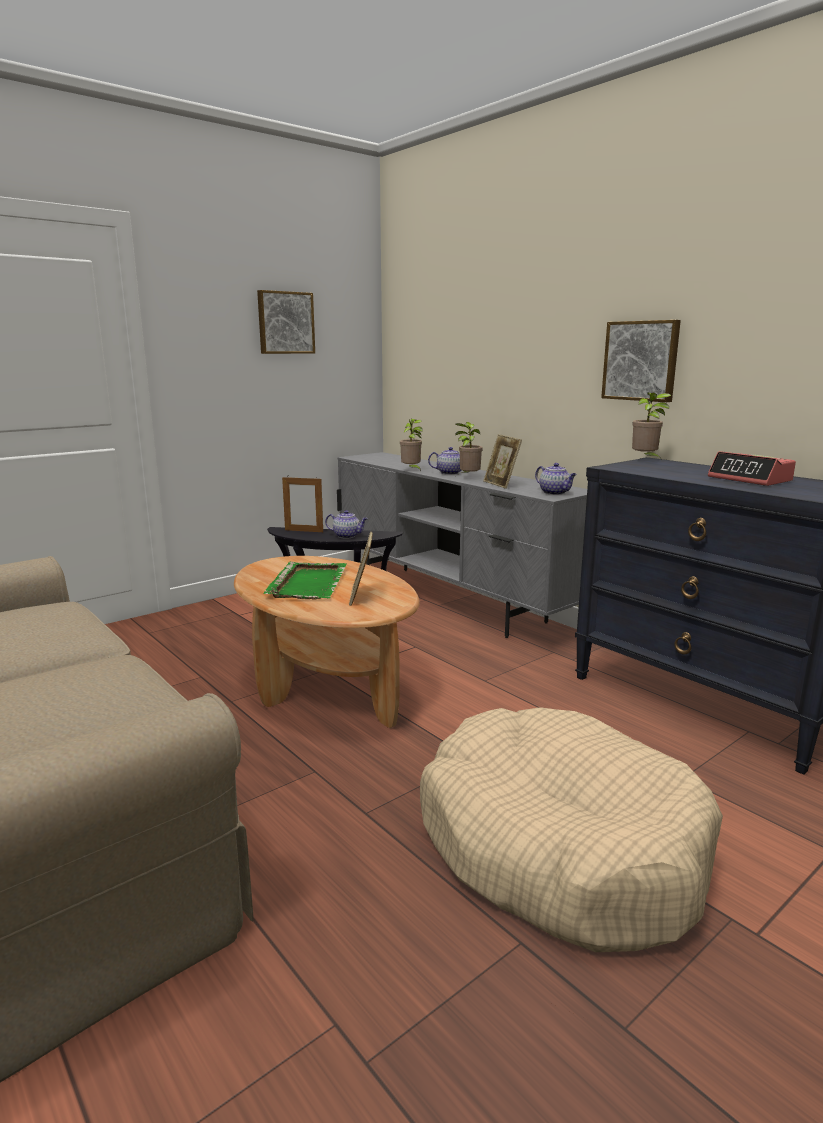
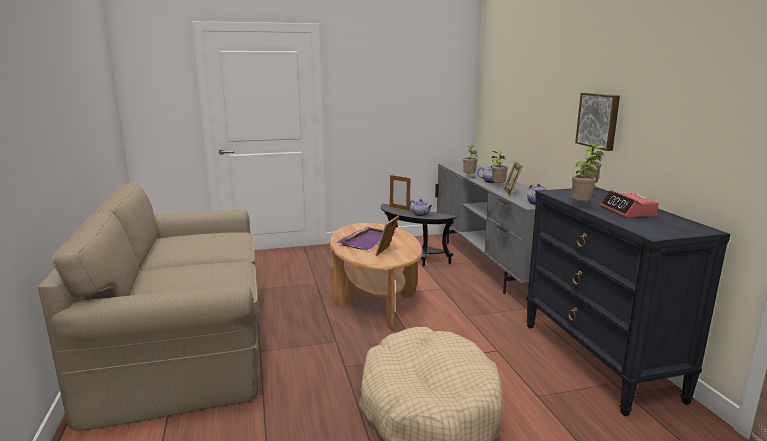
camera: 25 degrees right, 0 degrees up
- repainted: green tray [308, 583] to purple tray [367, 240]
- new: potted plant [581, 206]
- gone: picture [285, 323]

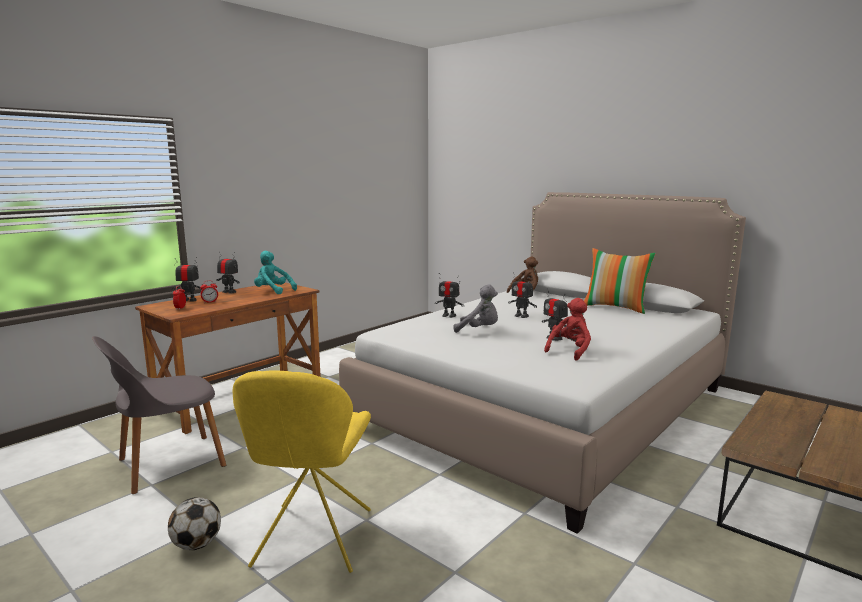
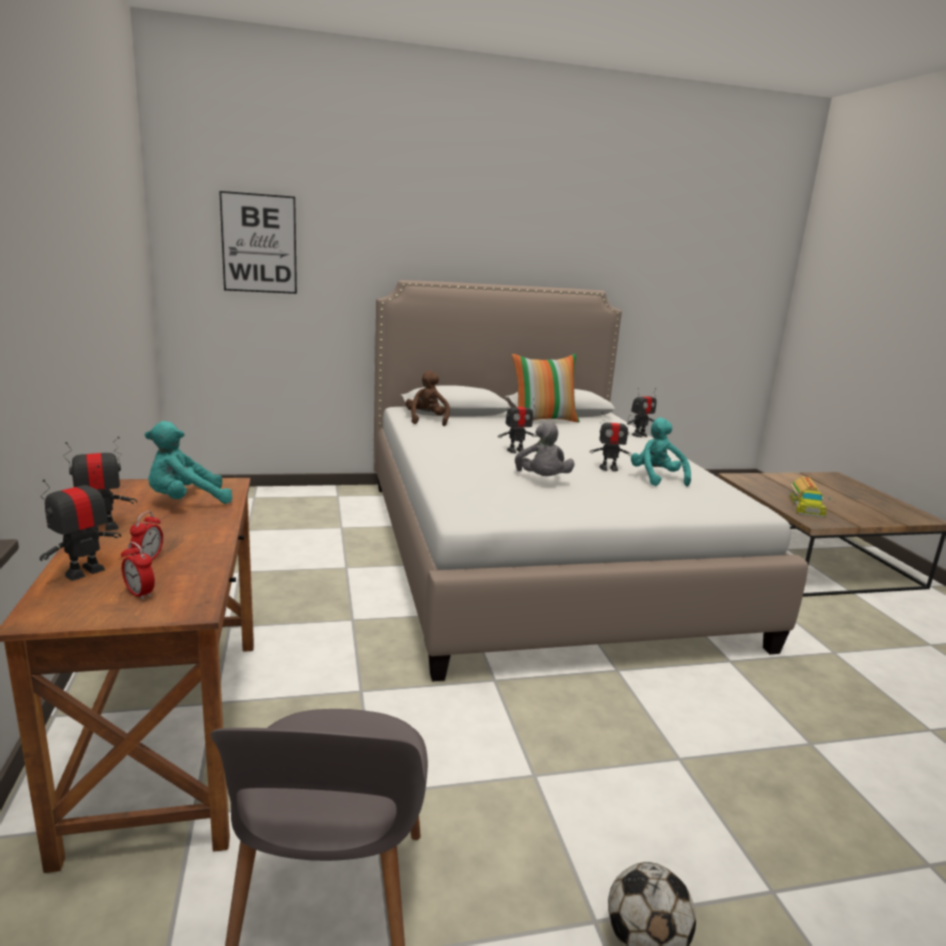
camera: 55 degrees left, 5 degrees up
- new: picture [259, 243]
- rotated: grey plush toy [479, 330] = [542, 480] 120 degrees clockwise
- shifted: toy robot [449, 315] to [639, 435]
- repainted: red plush toy [570, 351] to turquoise plush toy [656, 478]
- new: toy truck [804, 506]
- gone: yellow chair [312, 540]

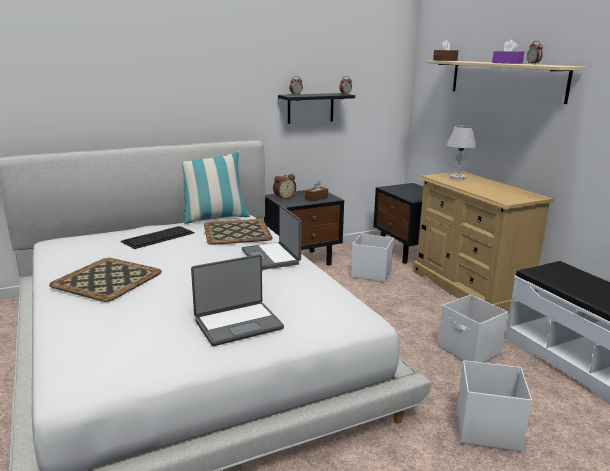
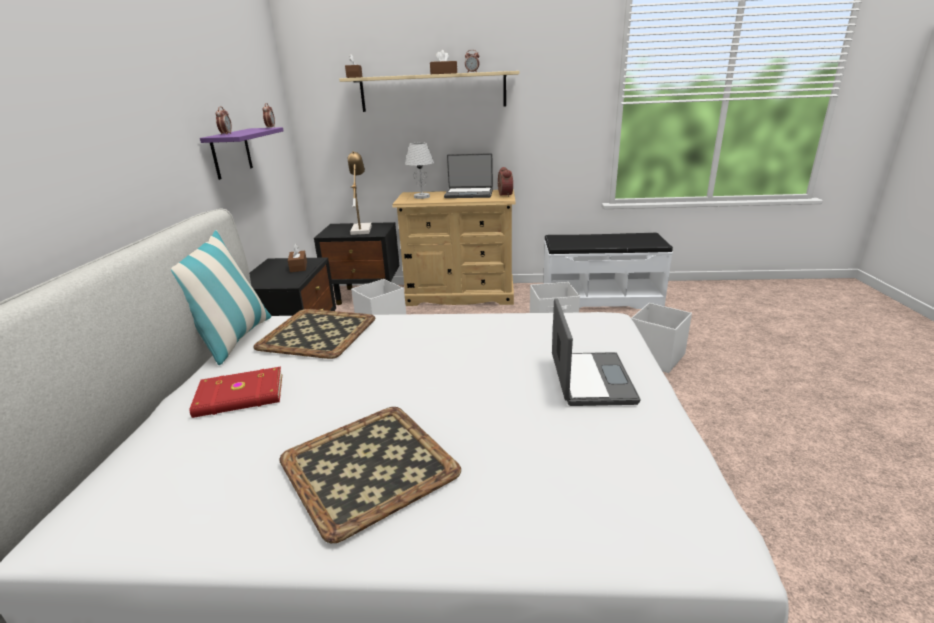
camera: 60 degrees left, 5 degrees up
- swapped: keyboard [158, 237] to red book [240, 396]
- repainted: black shelf [310, 108] to purple shelf [231, 153]
- new: table lamp [361, 229]
- repainted: purple tissue box [507, 63] to brown tissue box [443, 73]
- shifted: laptop [271, 257] to [469, 194]
- shifted: alarm clock [283, 197] to [503, 195]

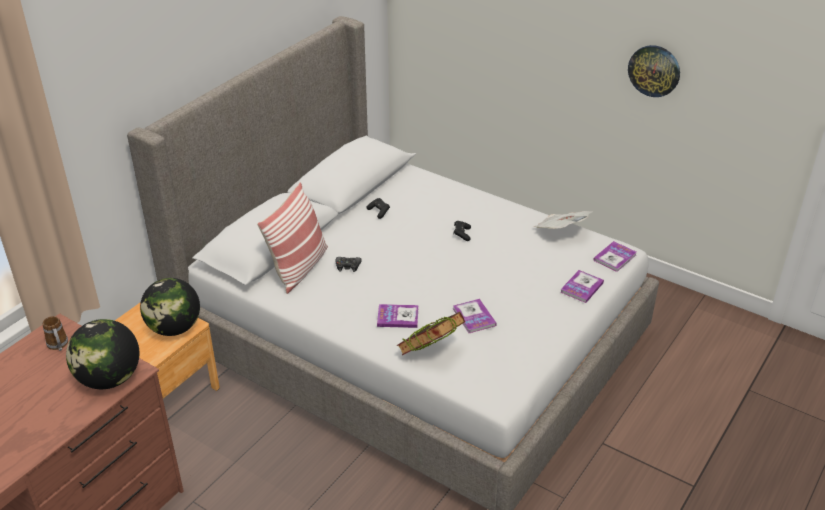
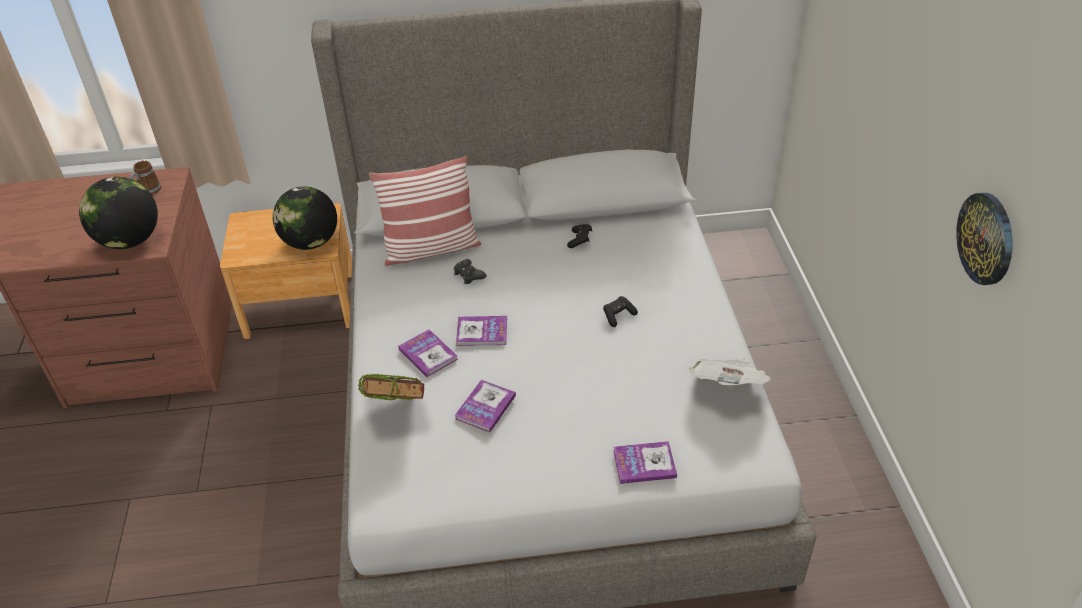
camera: 50 degrees right, 5 degrees up
- shifted: book [615, 257] to [482, 332]

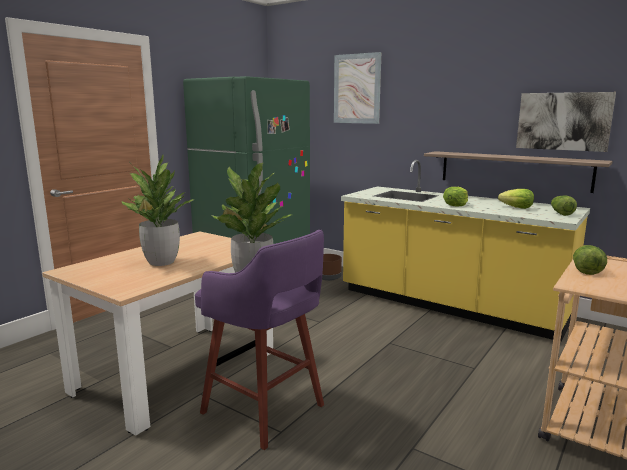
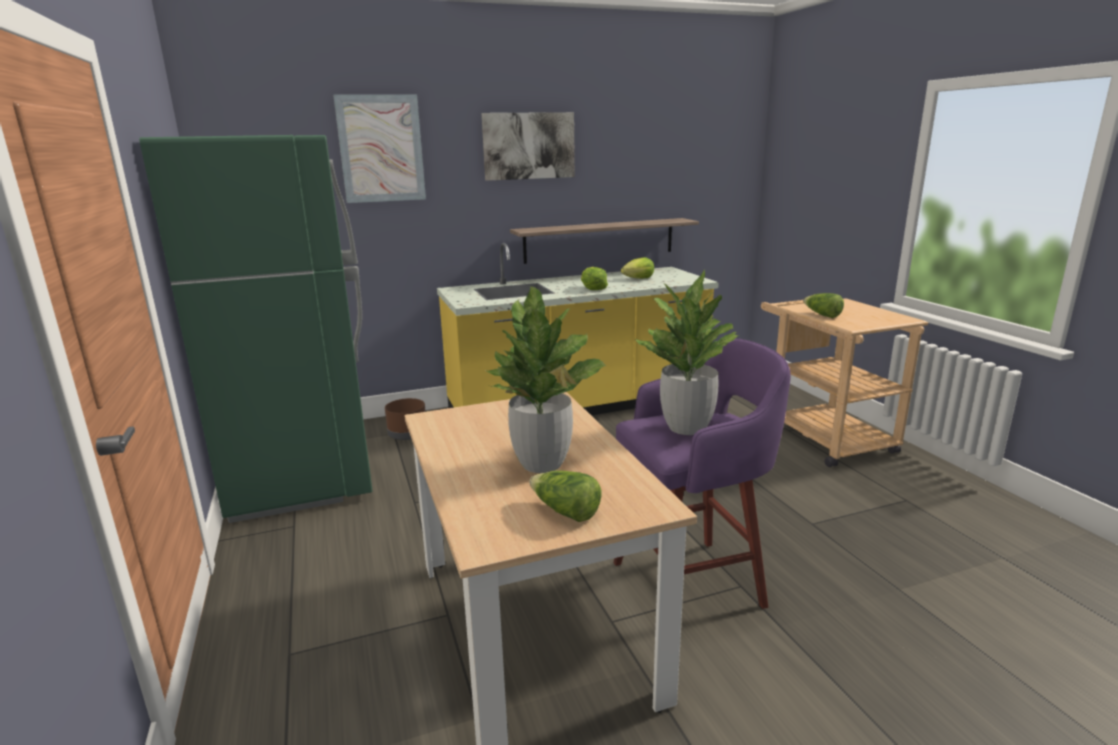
camera: 55 degrees left, 5 degrees up
- shifted: picture [563, 121] to [528, 146]
- shifted: lettuce [560, 213] to [565, 512]

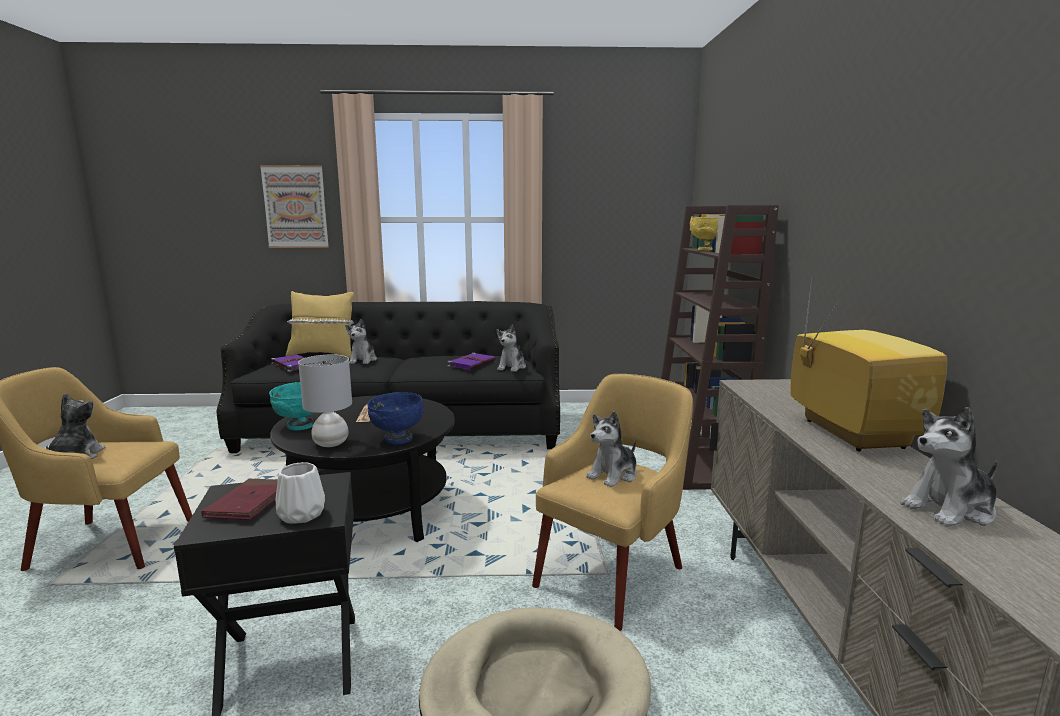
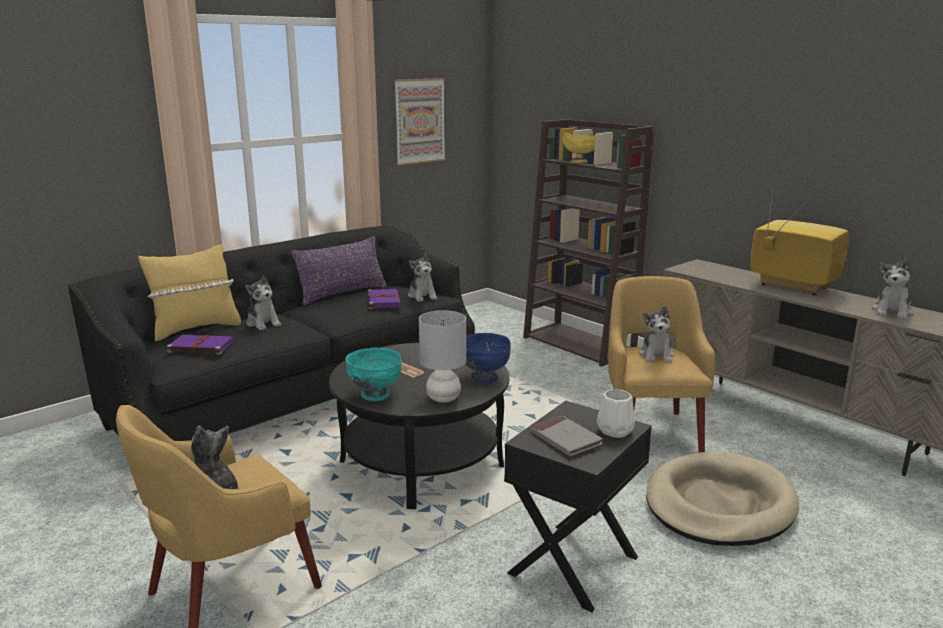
camera: 40 degrees left, 5 degrees up
- new: purple pillow [342, 294]
- shifted: picture [295, 207] to [419, 121]
- repainted: red book [250, 503] to grey book [565, 439]

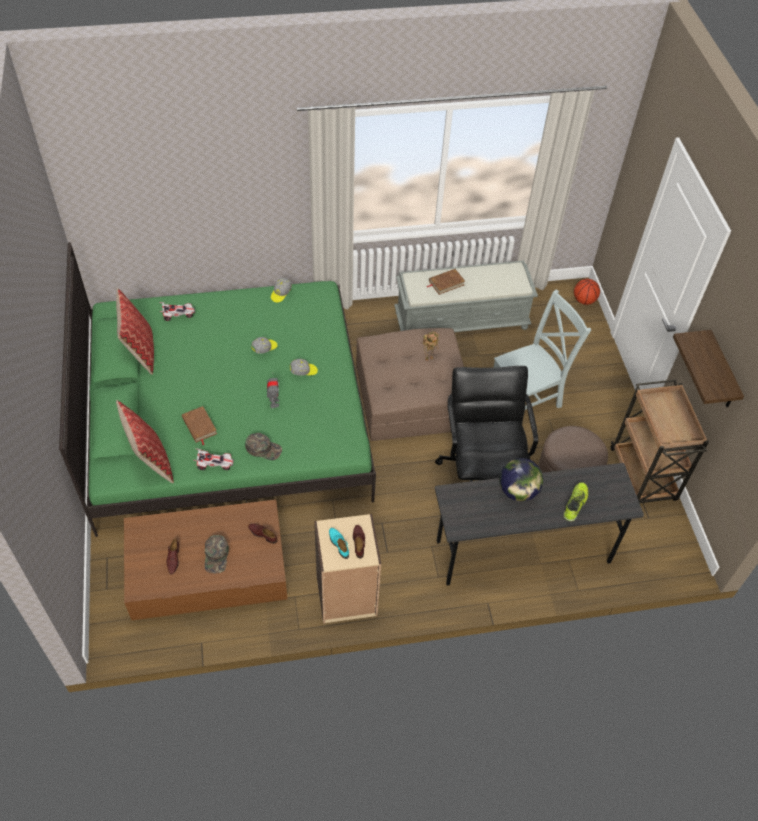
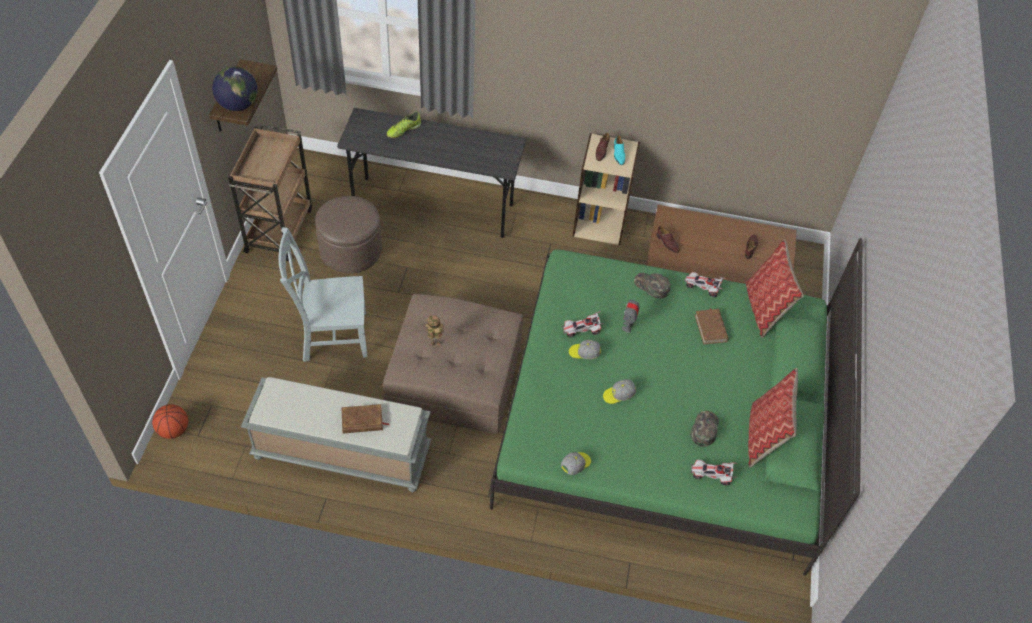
camera: 160 degrees left, 0 degrees up
- shifted: globe [518, 491] to [238, 105]
- new: toy car [581, 330]
- shifted: green cap [216, 556] to [704, 429]
- gone: black office chair [481, 471]

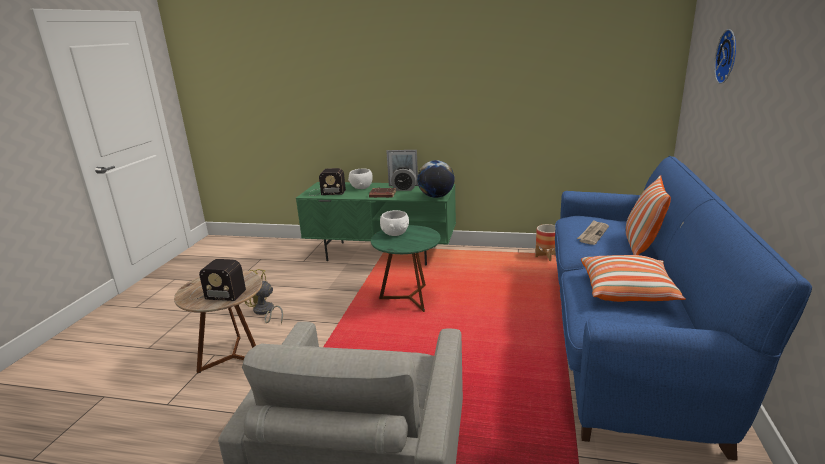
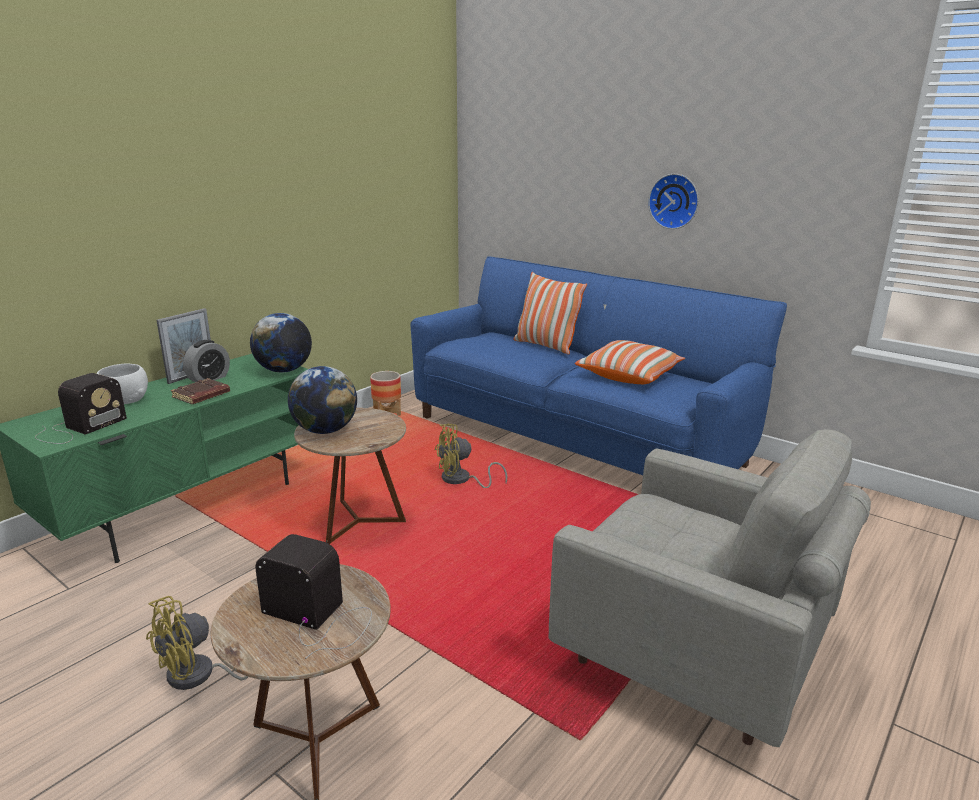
camera: 65 degrees left, 0 degrees up
- rotated: radio [216, 292] = [320, 617] 105 degrees counterclockwise
- swapped: white bowl [395, 233] to globe [325, 430]
- repainted: green side table [409, 299] to brown side table [357, 523]
- new: yellow fan [461, 480]
- shifted: wall clock [729, 56] to [675, 201]
- gone: newspaper [593, 234]

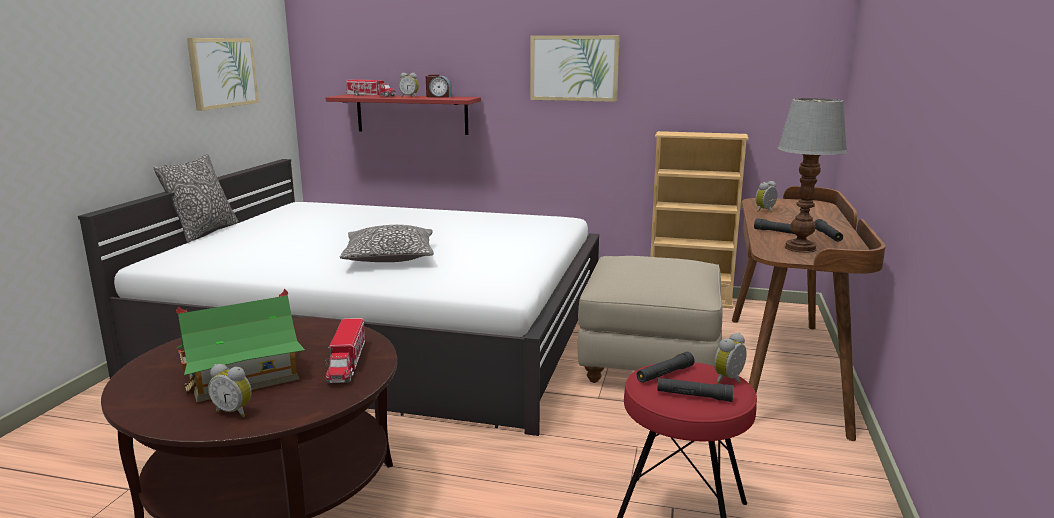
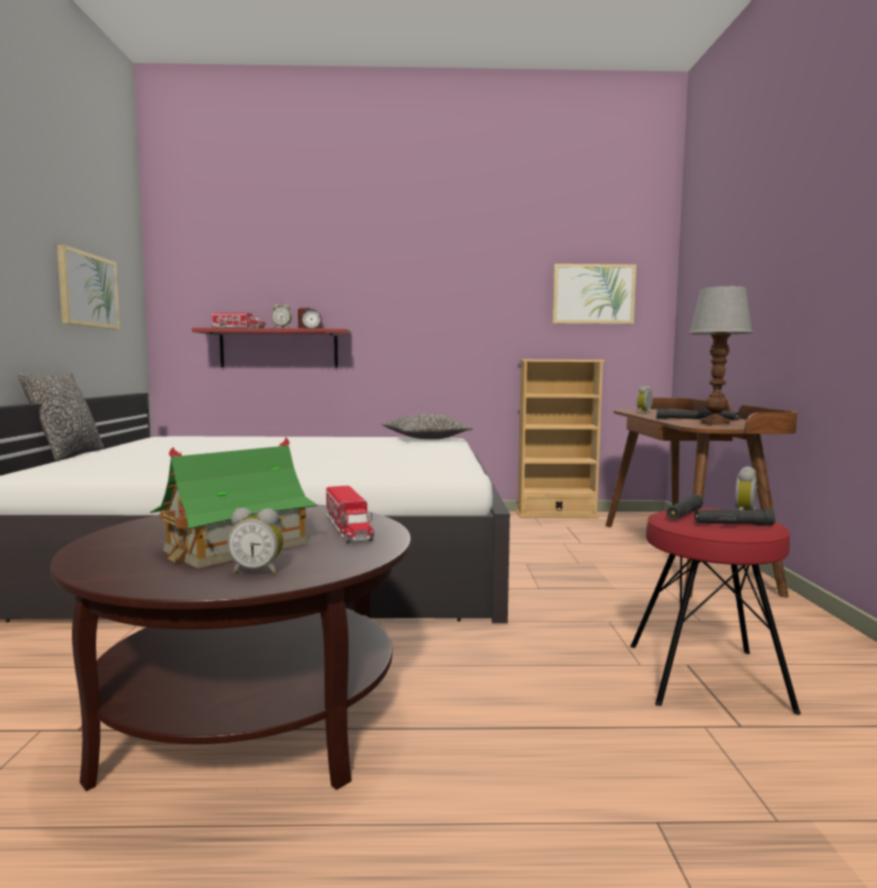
camera: 15 degrees left, 10 degrees down
- shifted: pillow [389, 257] to [425, 438]
- shifted: picture [574, 68] to [593, 294]
- gone: beige ottoman [649, 362]

